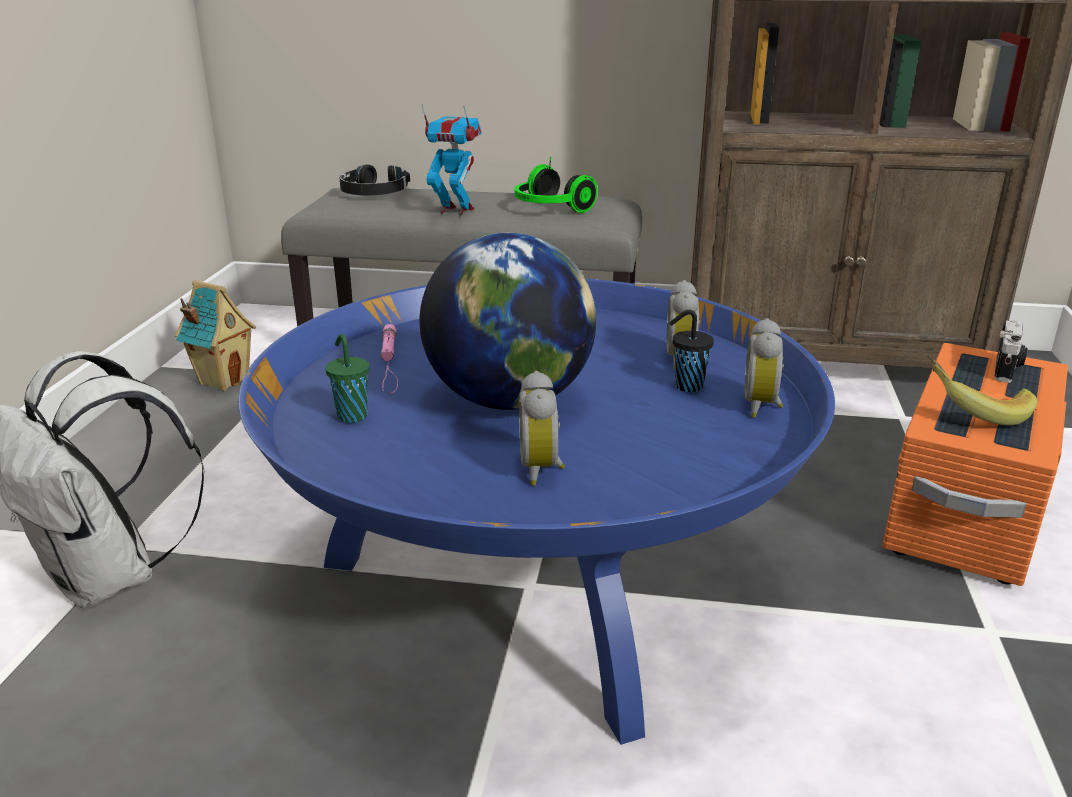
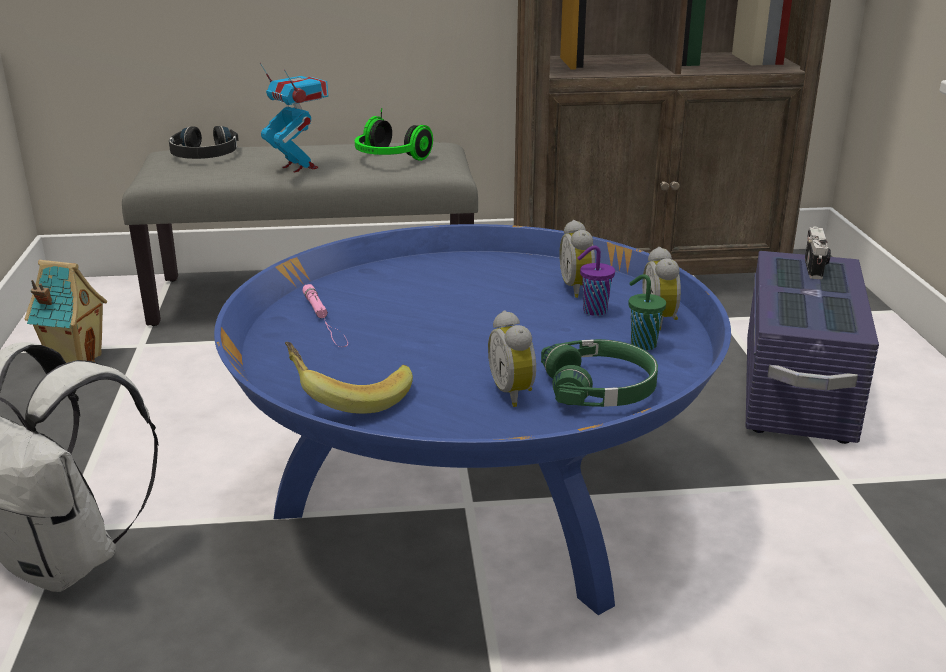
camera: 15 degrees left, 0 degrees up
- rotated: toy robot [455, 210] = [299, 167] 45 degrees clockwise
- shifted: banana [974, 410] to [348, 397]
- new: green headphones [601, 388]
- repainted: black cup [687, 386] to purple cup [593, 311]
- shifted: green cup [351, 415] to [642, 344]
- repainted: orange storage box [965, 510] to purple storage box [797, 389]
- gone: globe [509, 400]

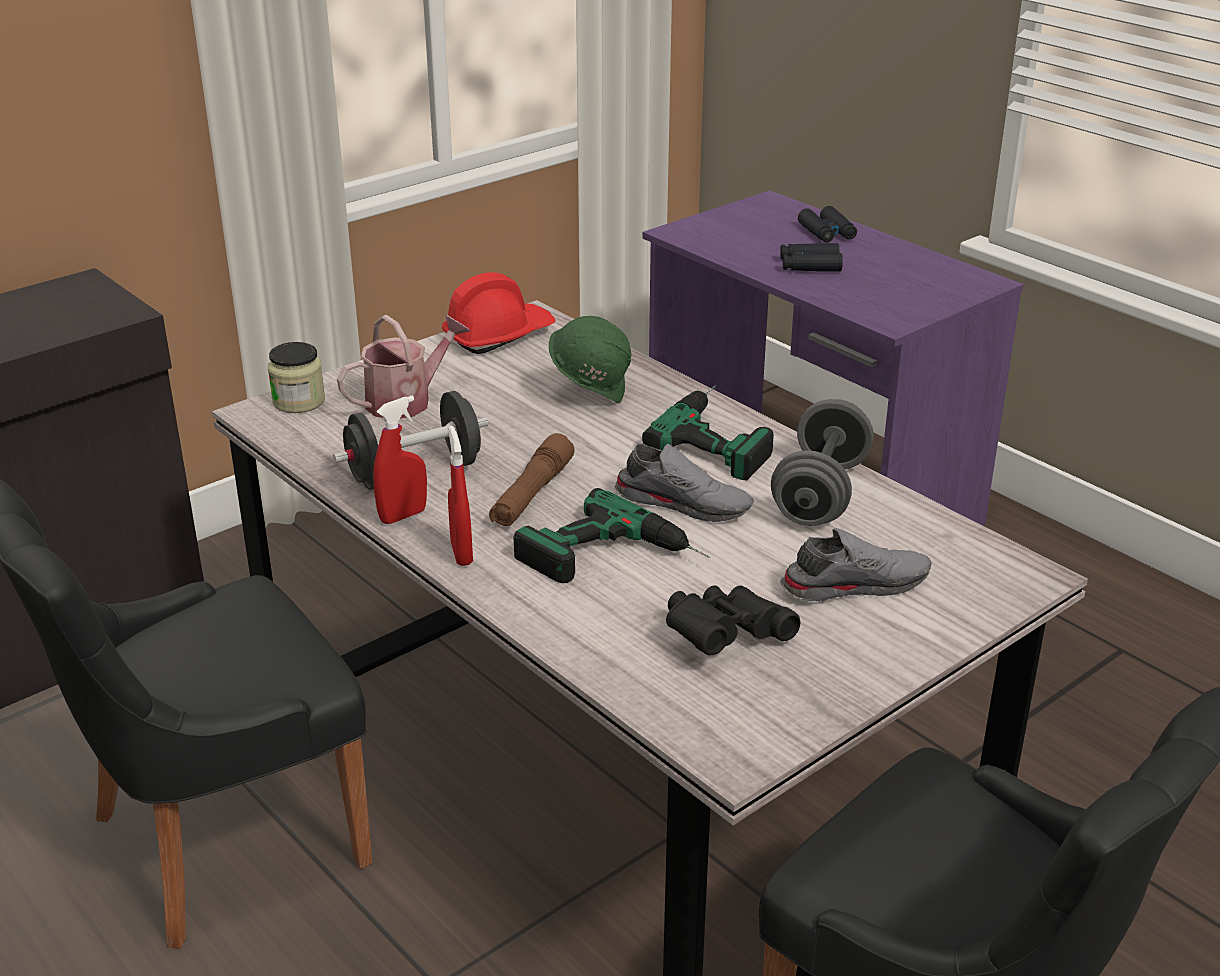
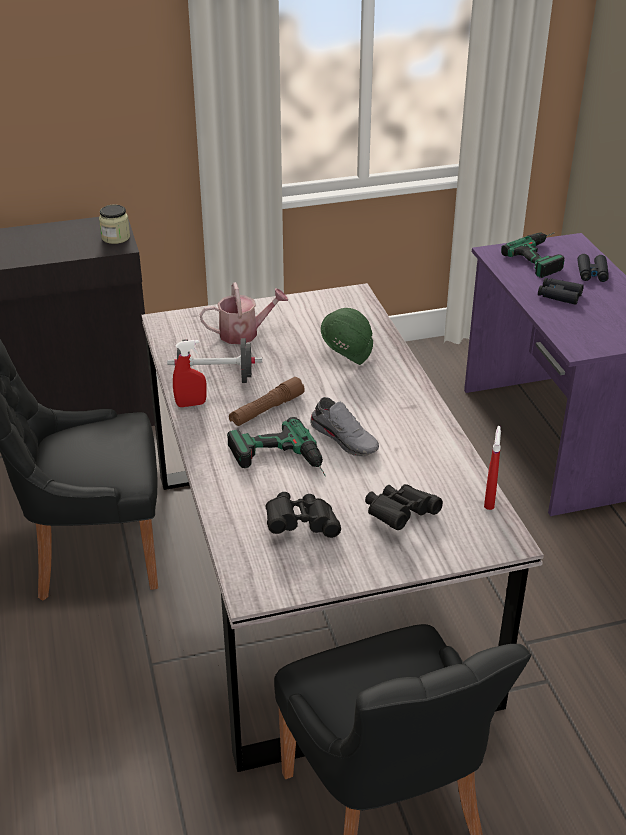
camera: 25 degrees right, 5 degrees up
- shifted: jar [299, 401] to [115, 237]
- swapped: grey shoe [854, 584] to black binoculars [399, 515]
- shifted: red spray bottle [461, 553] to [489, 500]
- shifted: power drill [722, 436] to [544, 256]
- gone: red hard hat [498, 336]
- gone: grey dumbbell [820, 494]

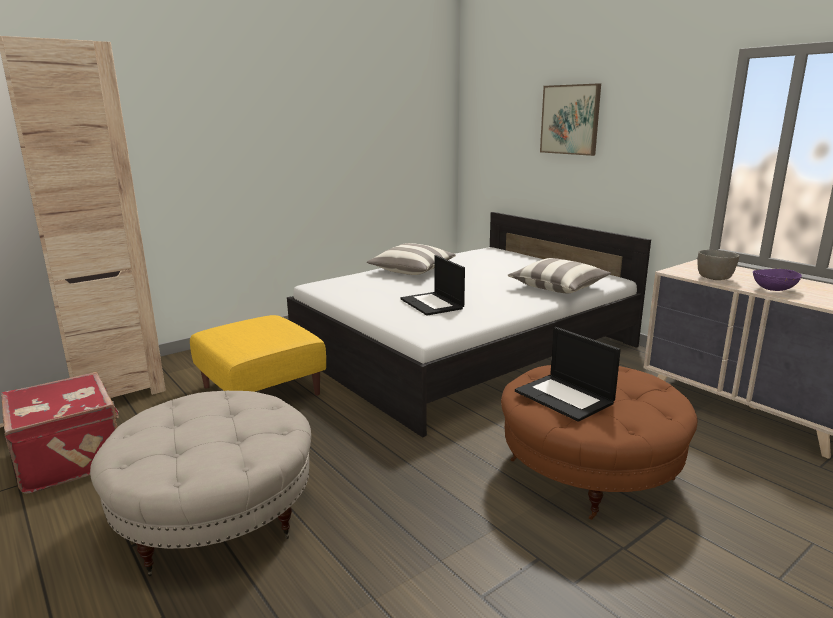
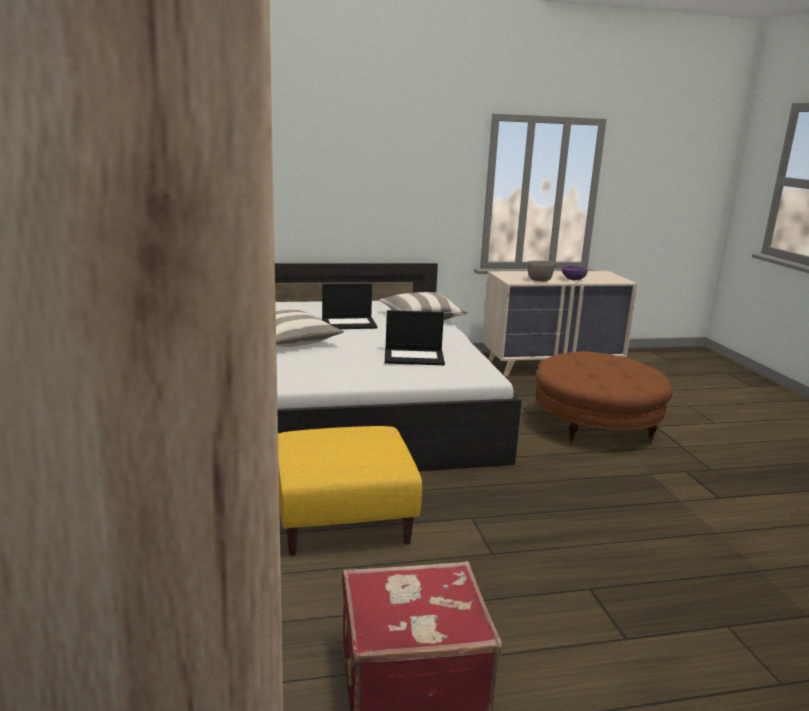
camera: 65 degrees left, 0 degrees up
- shifted: laptop [565, 397] to [349, 323]
- gone: beige ottoman [216, 514]
- gone: picture [570, 119]

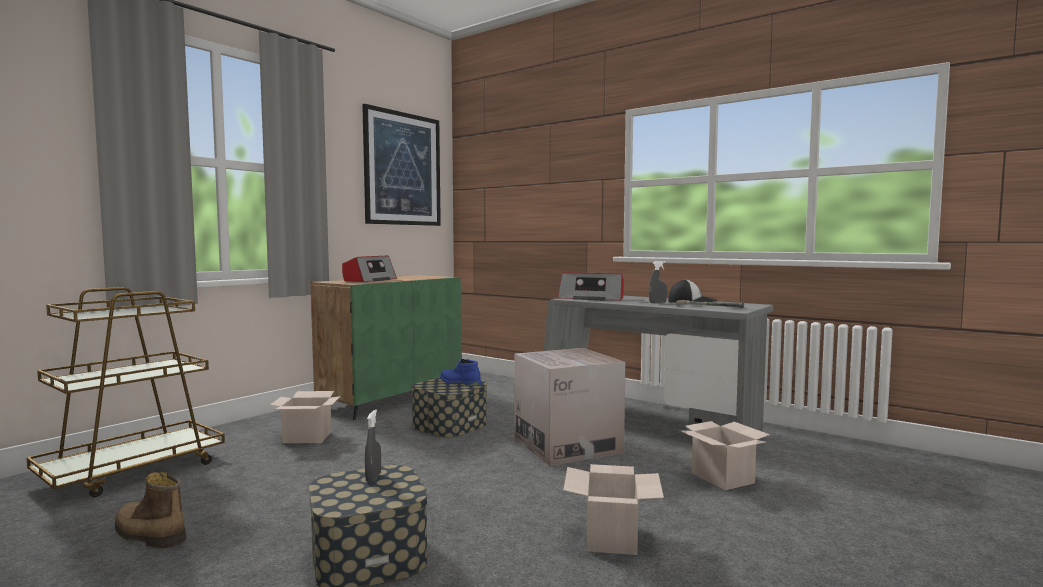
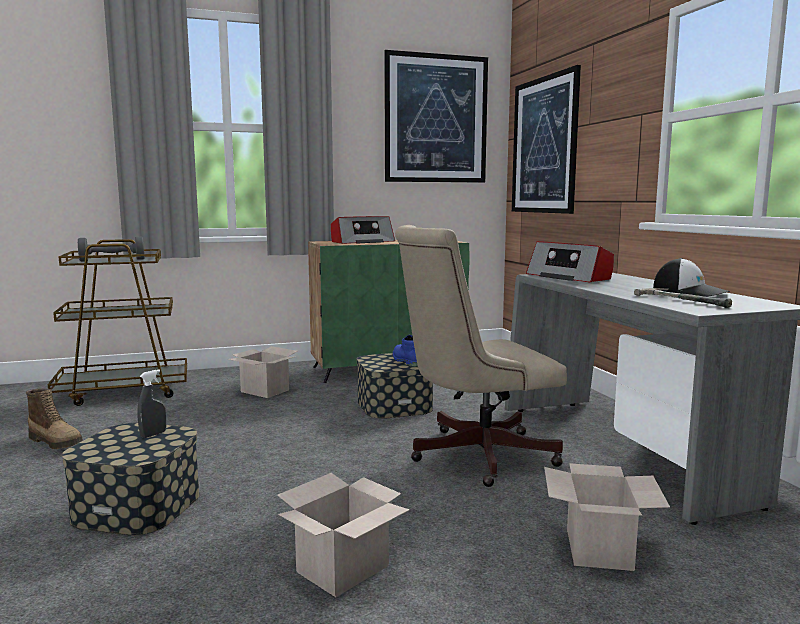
camera: 35 degrees right, 5 degrees up
- rotated: boot [148, 535] = [57, 442] 150 degrees clockwise
- new: grey dumbbell [112, 260]
- swapped: cardboard box [567, 445] to beige office chair [473, 455]
- new: picture [544, 145]
- gone: grey spray bottle [657, 303]

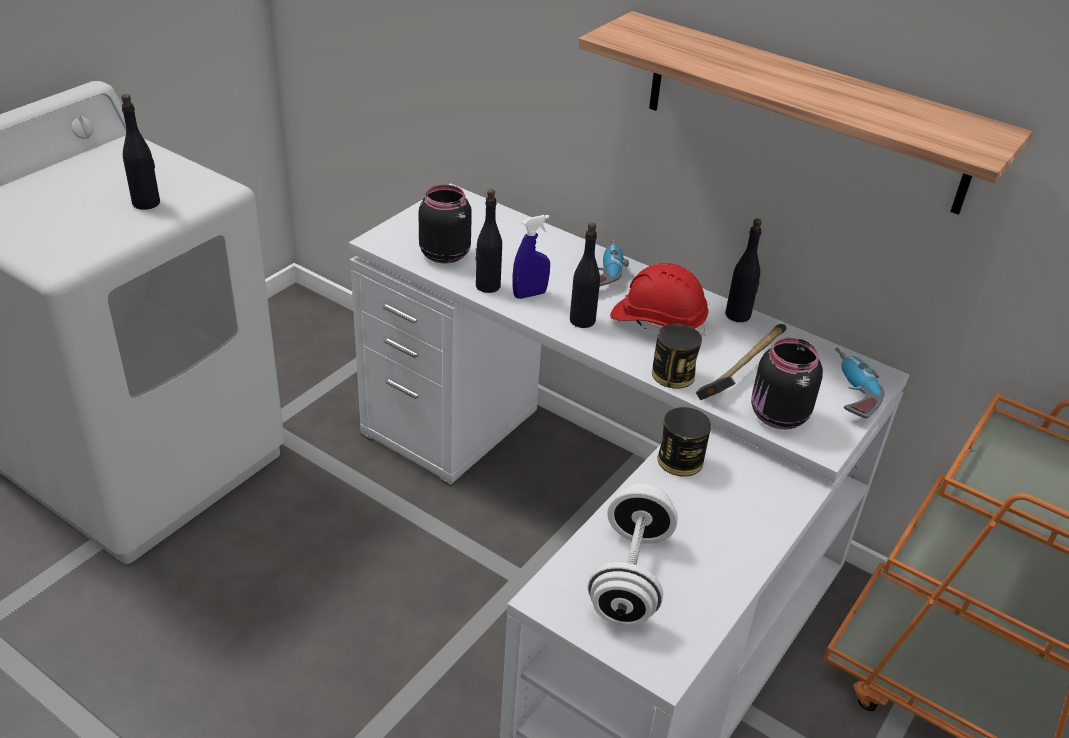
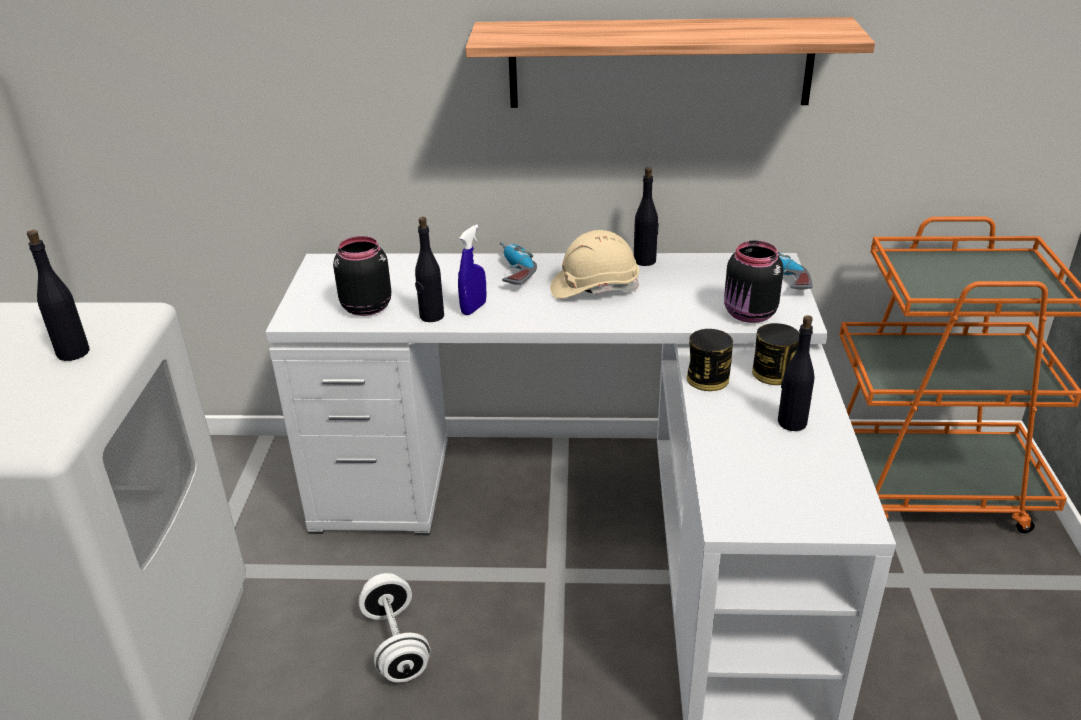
camera: 30 degrees left, 5 degrees down
- shifted: white dumbbell [630, 576] to [396, 644]
- repainted: red hard hat [658, 322] to beige hard hat [594, 288]
- shifted: can [673, 374] to [773, 373]
- shifted: black bottle [582, 320] to [791, 422]
- gone: hammer [741, 374]

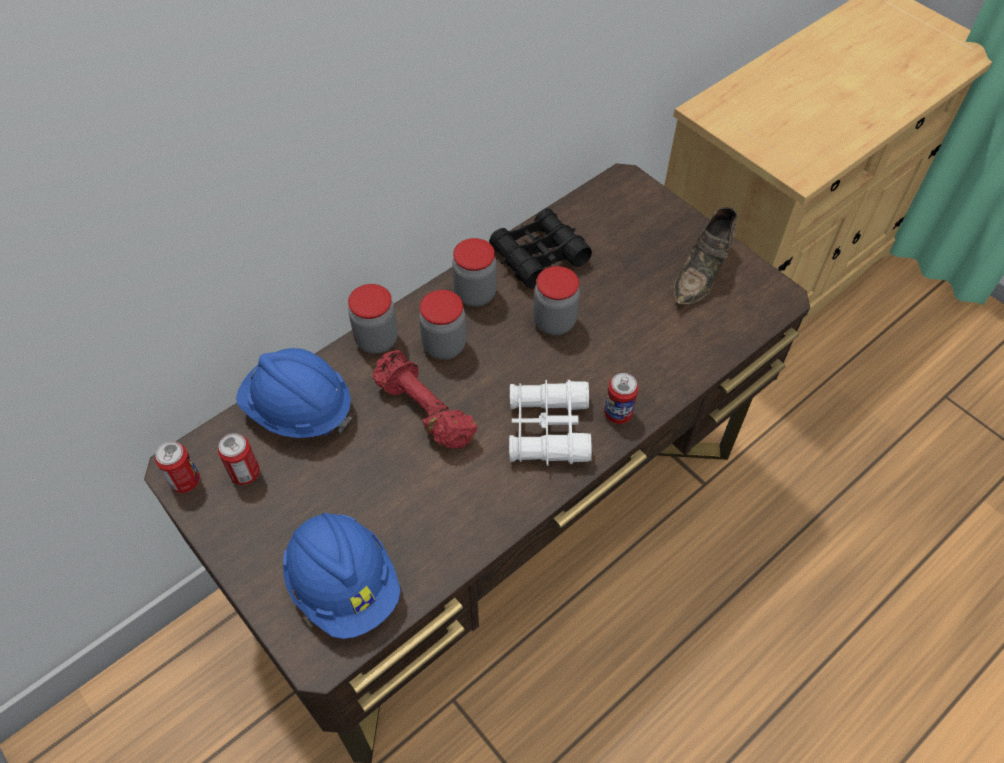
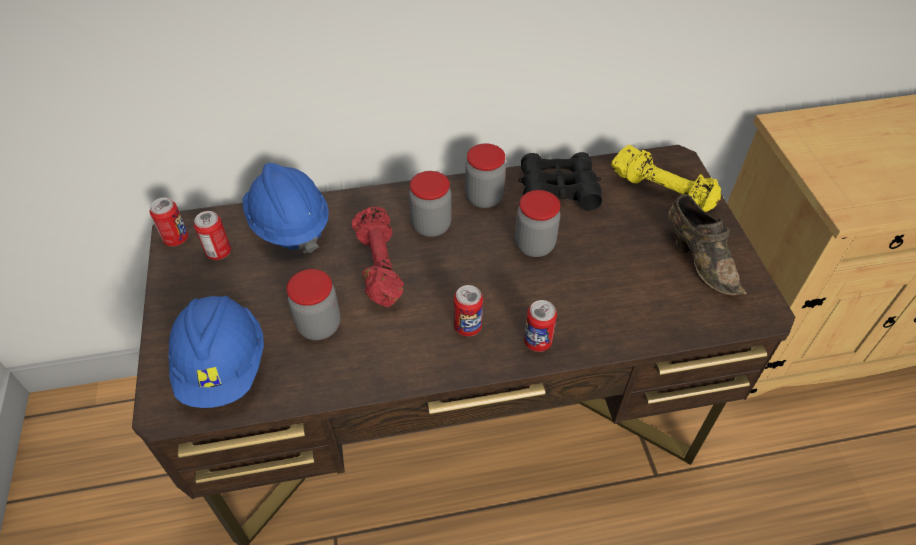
camera: 30 degrees right, 5 degrees down
- shifted: jar [376, 340] to [319, 325]
- swapped: white binoculars [548, 429] to can [467, 326]
- new: yellow dumbbell [662, 190]
- rotated: brown shoe [702, 272] = [699, 260] 90 degrees counterclockwise

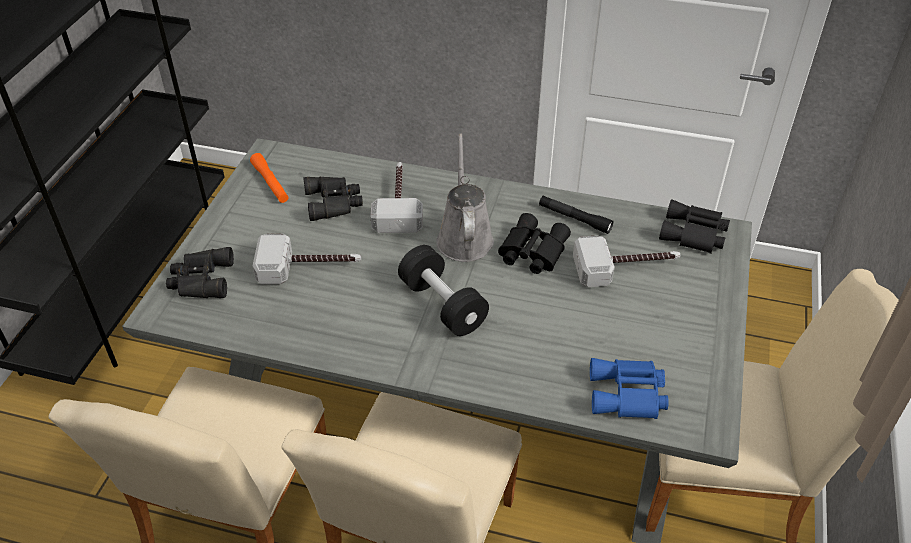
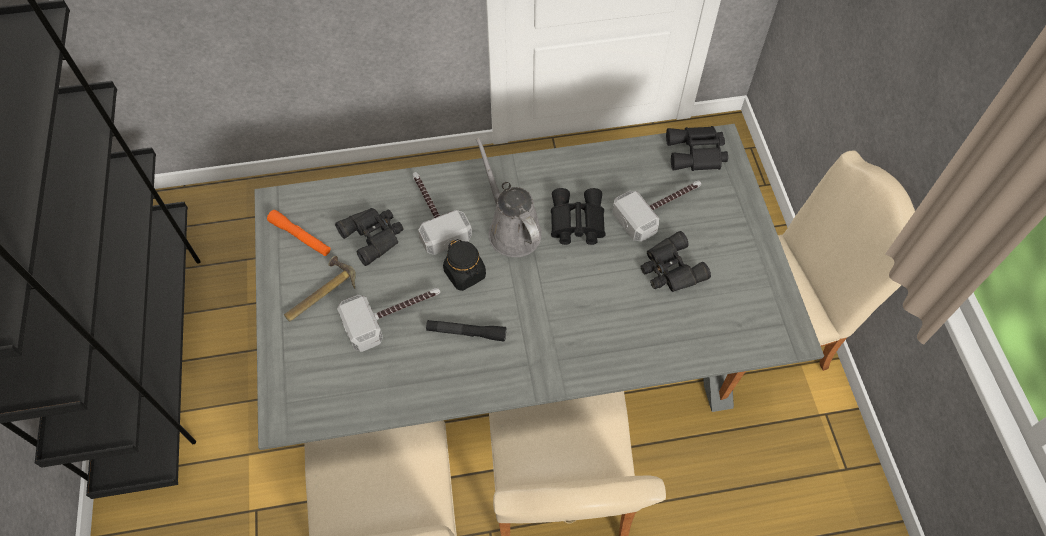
camera: 25 degrees left, 15 degrees up
- new: hammer [319, 293]
- shifted: black flashlight [574, 219] to [466, 333]
- new: black jar [465, 274]
- shifted: black binoculars [200, 280] to [670, 270]
- gone: black dumbbell [442, 305]
- gone: blue binoculars [628, 395]

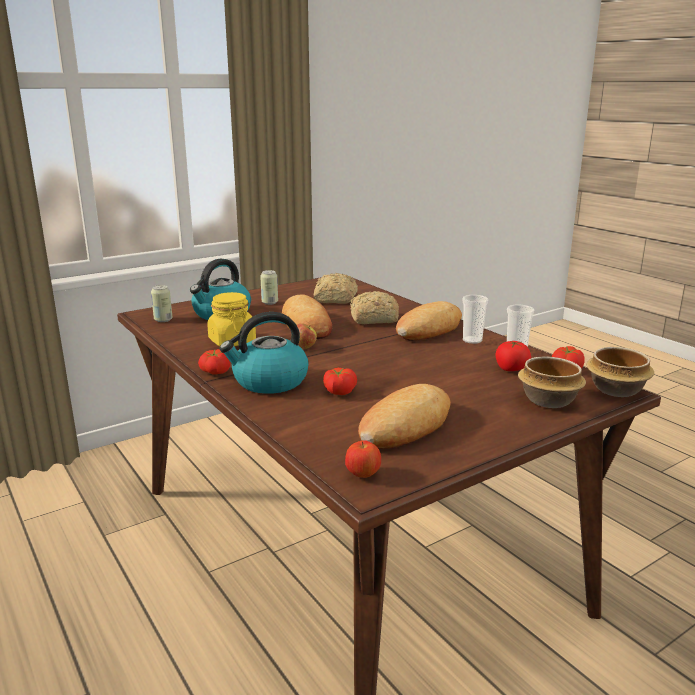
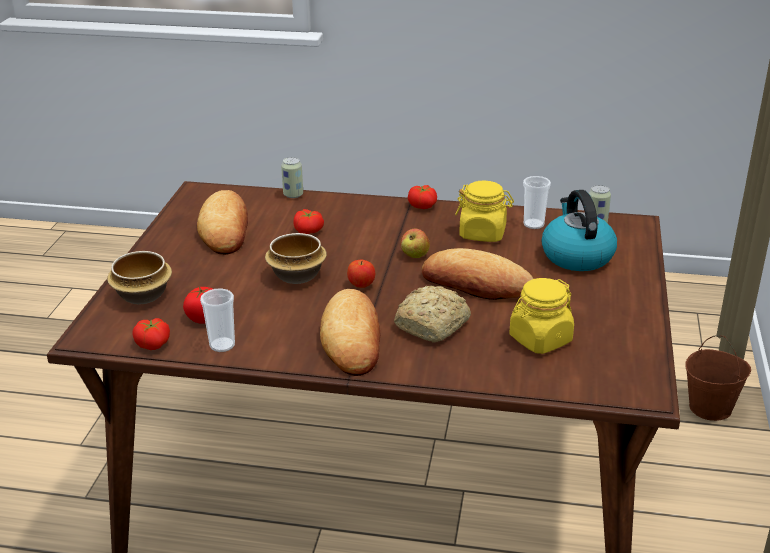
camera: 135 degrees right, 10 degrees up
- shifted: bowl [617, 390] to [296, 276]
- shifted: can [270, 302] to [293, 195]
- shifted: apple [363, 475] to [361, 285]
- swapped: bread [335, 299] to yellow jar [540, 339]
- shifted: cup [472, 340] to [533, 224]
- new: brown bucket [710, 408]
- gone: kettle [269, 382]

